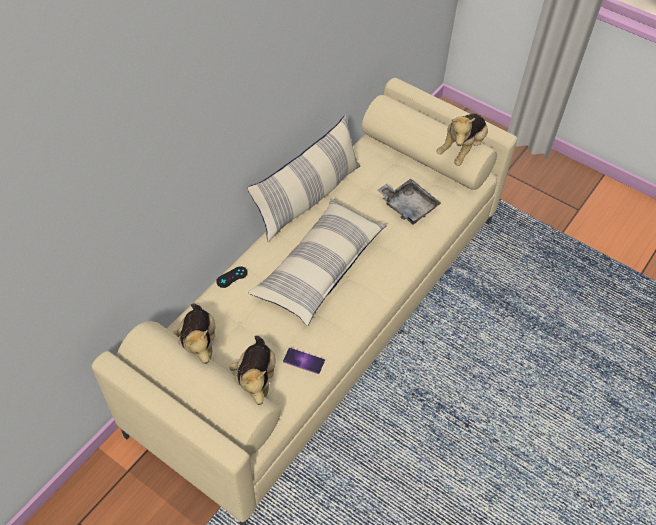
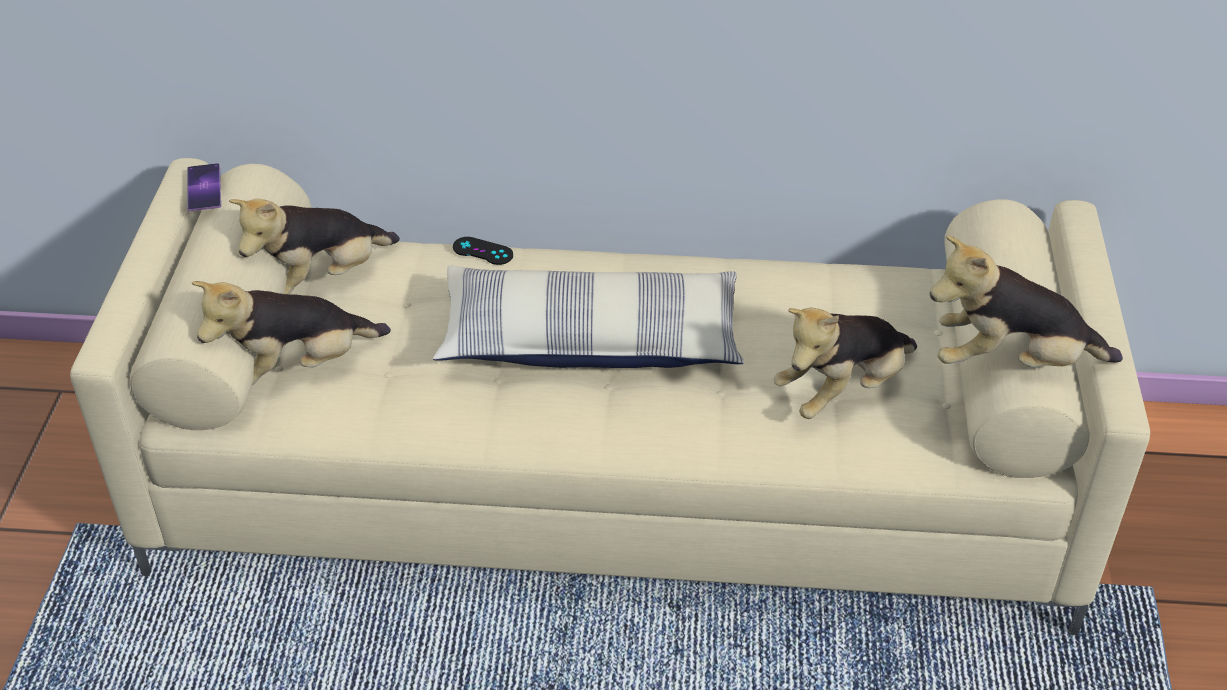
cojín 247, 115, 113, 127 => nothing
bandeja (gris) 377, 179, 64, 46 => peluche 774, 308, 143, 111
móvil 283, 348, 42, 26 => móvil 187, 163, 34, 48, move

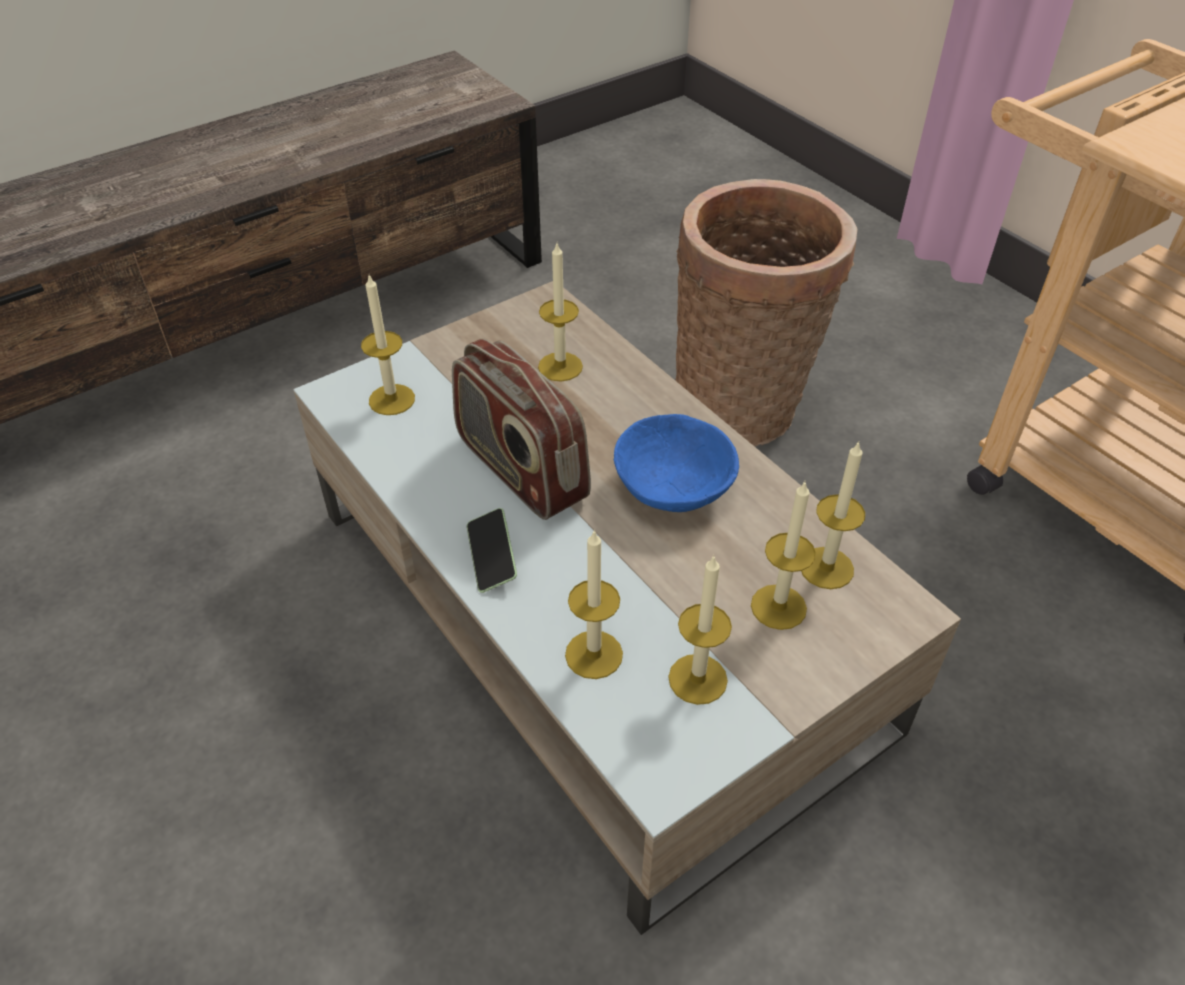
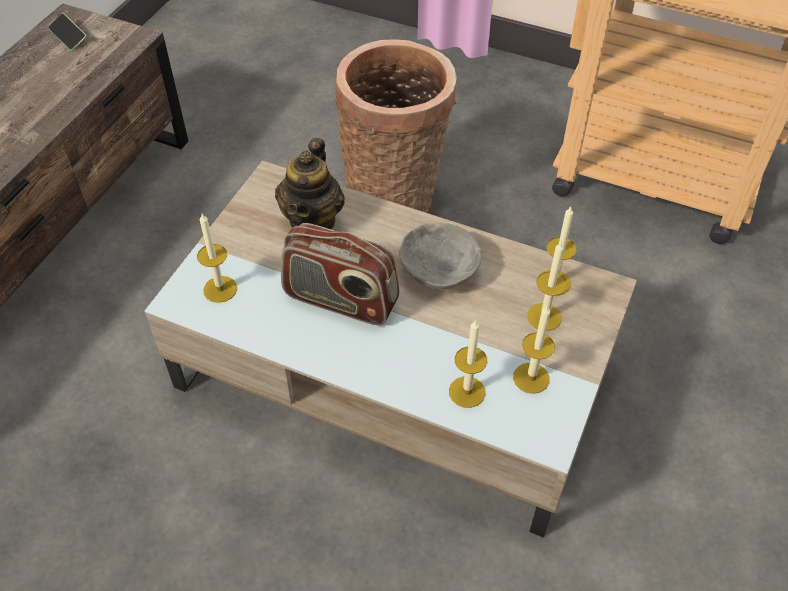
vela 538, 244, 45, 137 => tetera 275, 138, 70, 91
cuenco (azul) 614, 414, 125, 98 => cuenco (gris) 399, 223, 83, 67
móvil 467, 508, 50, 85 => móvil 48, 13, 38, 38, move

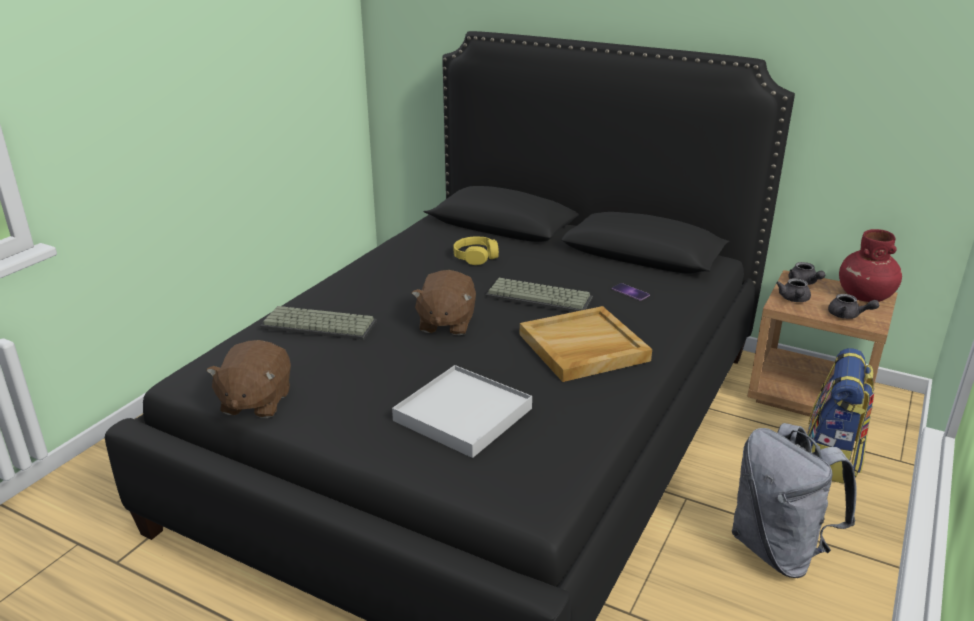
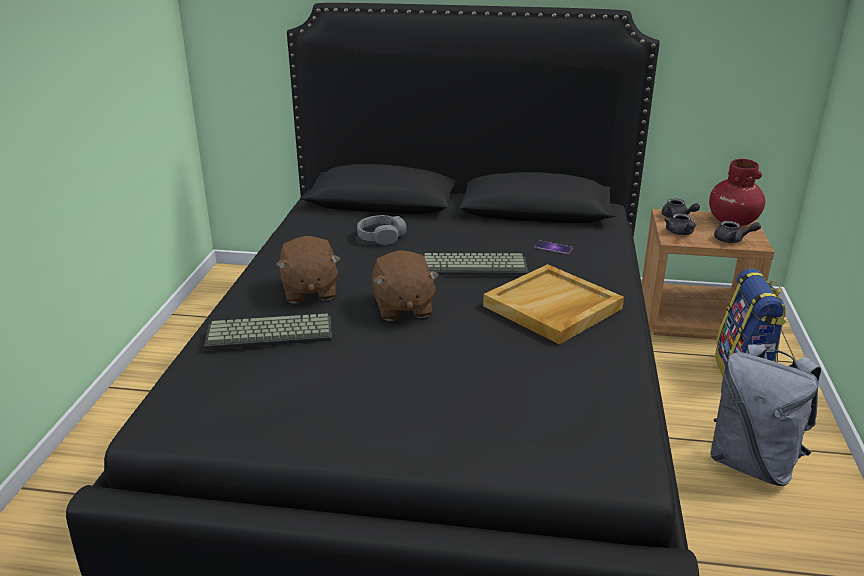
auriculares (amarillo) 453, 236, 46, 29 => auriculares (gris) 357, 215, 50, 30
peluche (marrón) 206, 340, 85, 78 => peluche (marrón) 276, 236, 64, 68, move
bandeja (blanco) 392, 365, 140, 93 => nothing

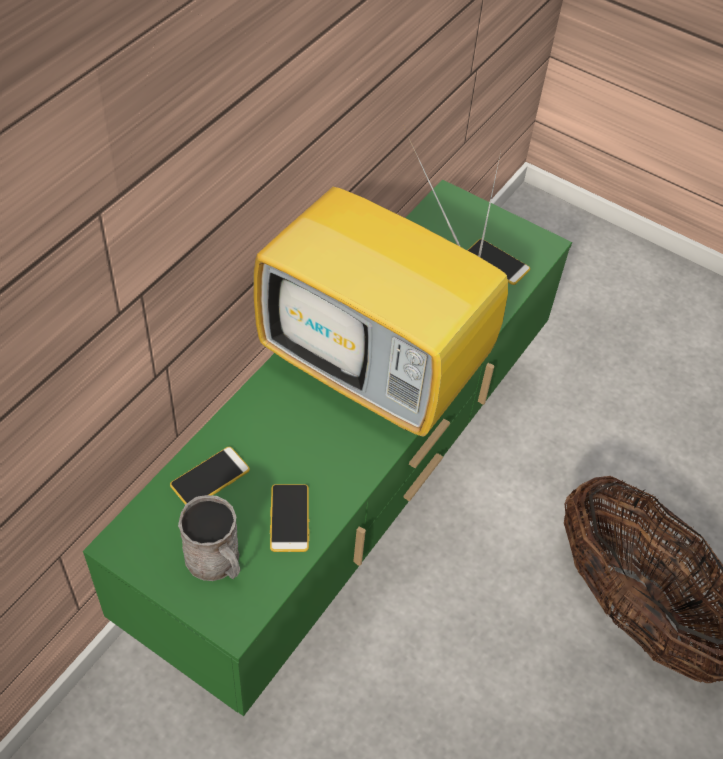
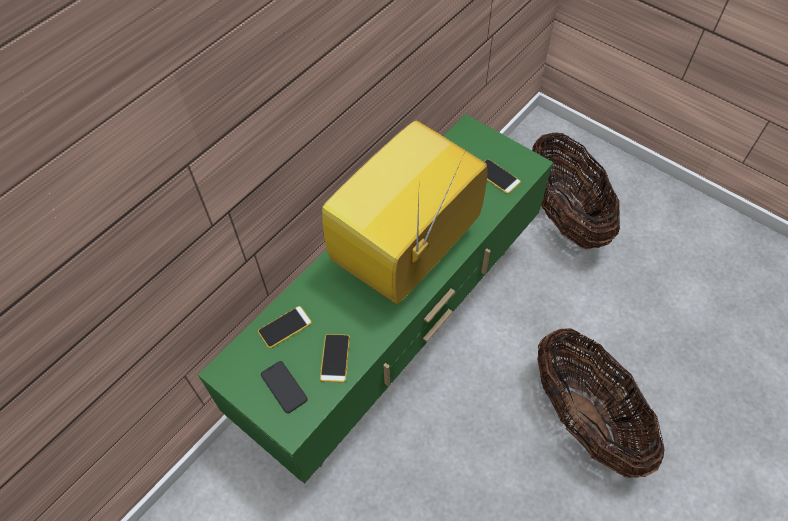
televisor 253, 128, 255, 309 => televisor 322, 120, 165, 184, 90 degrees clockwise
taza grande (gris) 178, 495, 62, 86 => móvil 261, 361, 47, 52
nothing => cesta 532, 133, 88, 117

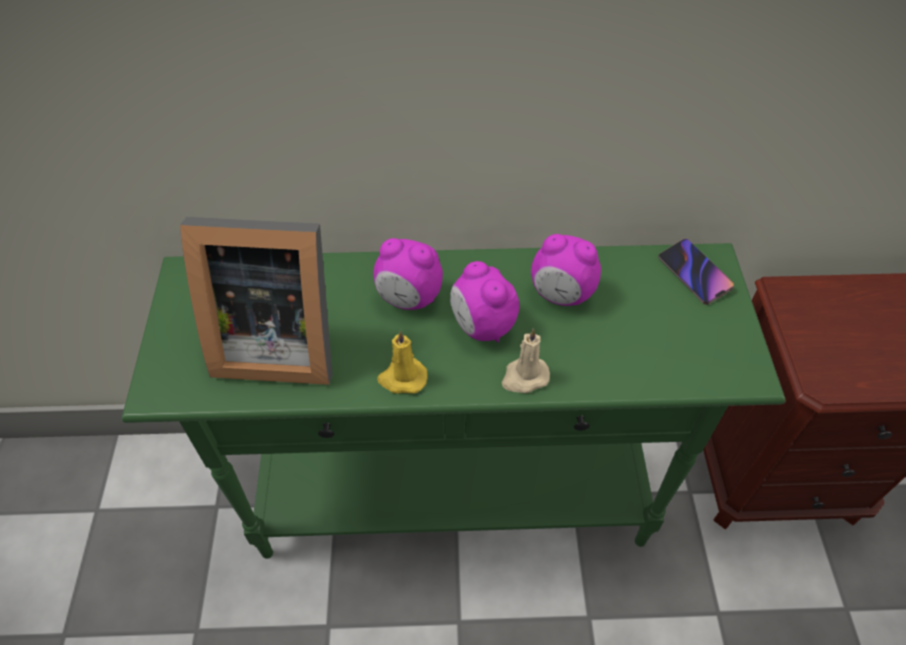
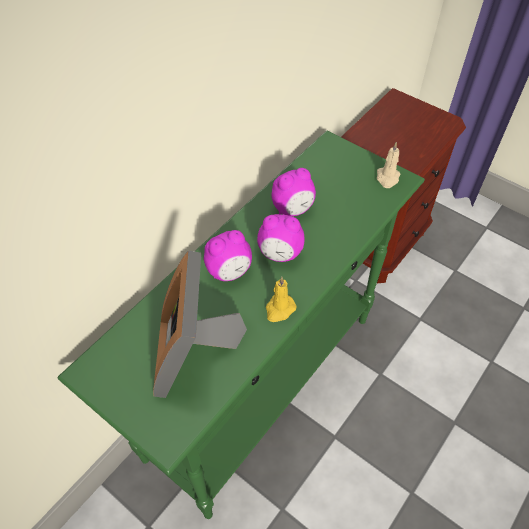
portarretratos 180, 217, 153, 168 => portarretratos 153, 250, 94, 148, 135 degrees clockwise
móvil 658, 239, 76, 66 => nothing
vela (beis) 502, 328, 48, 65 => vela (beis) 377, 142, 23, 46, move

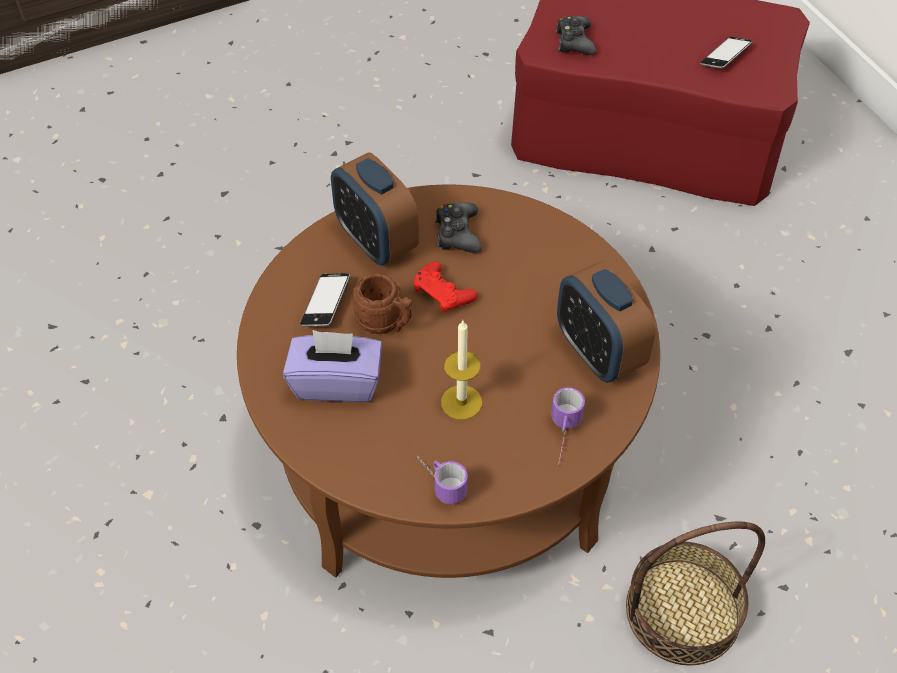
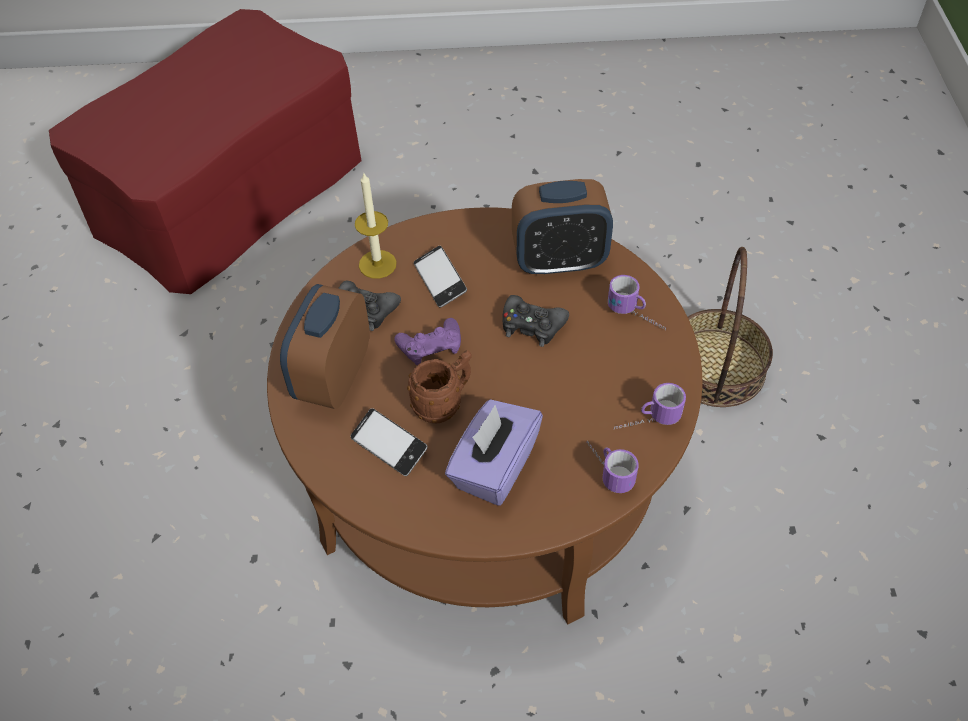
mando de consola (negro) 555, 16, 41, 39 => mando de consola (negro) 502, 295, 67, 52, move
móvil 700, 37, 52, 32 => móvil 414, 246, 53, 62, move
despertador 331, 152, 88, 114 => despertador 280, 284, 90, 125, 120 degrees clockwise
mando de consola (rojo) 413, 262, 64, 51 => mando de consola (morado) 394, 318, 67, 47
vela 441, 320, 41, 100 => vela 355, 173, 42, 106, move
nothing => taza grande 587, 441, 52, 52

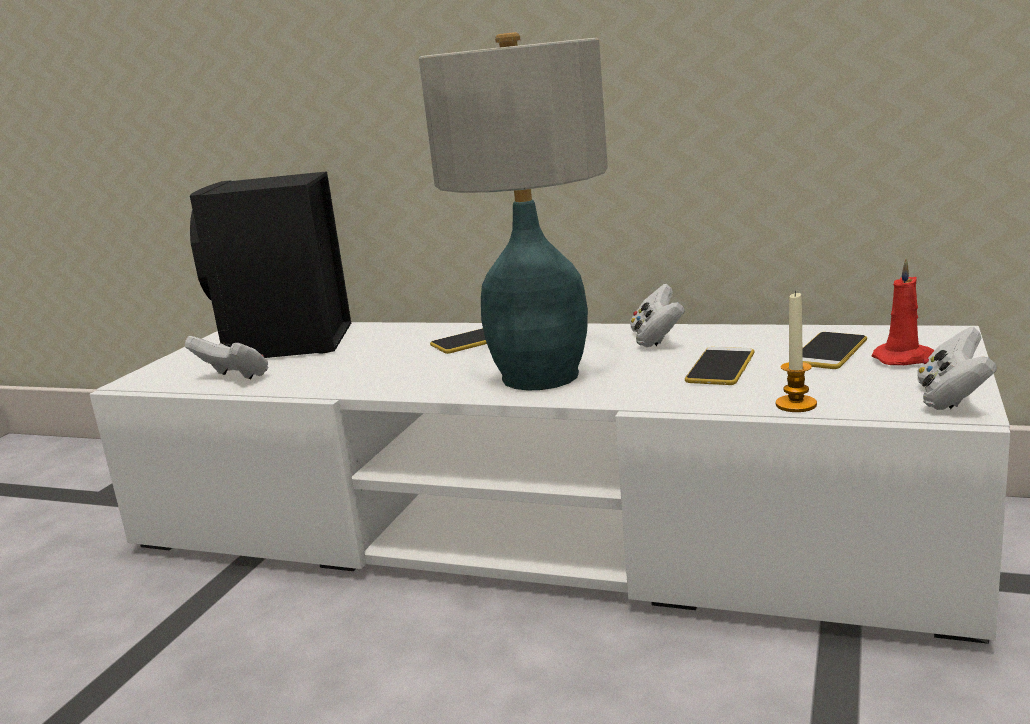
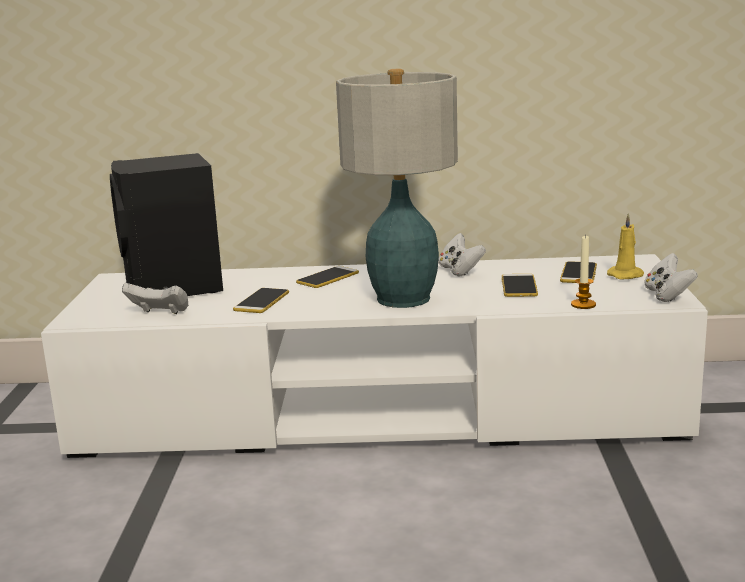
vela (rojo) 872, 258, 62, 107 => vela (amarillo) 607, 213, 37, 67
nothing => móvil 233, 288, 56, 25

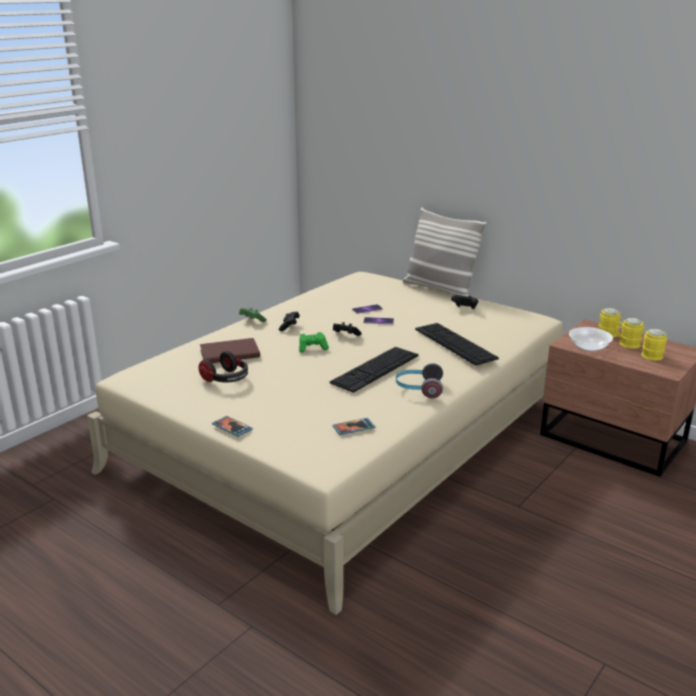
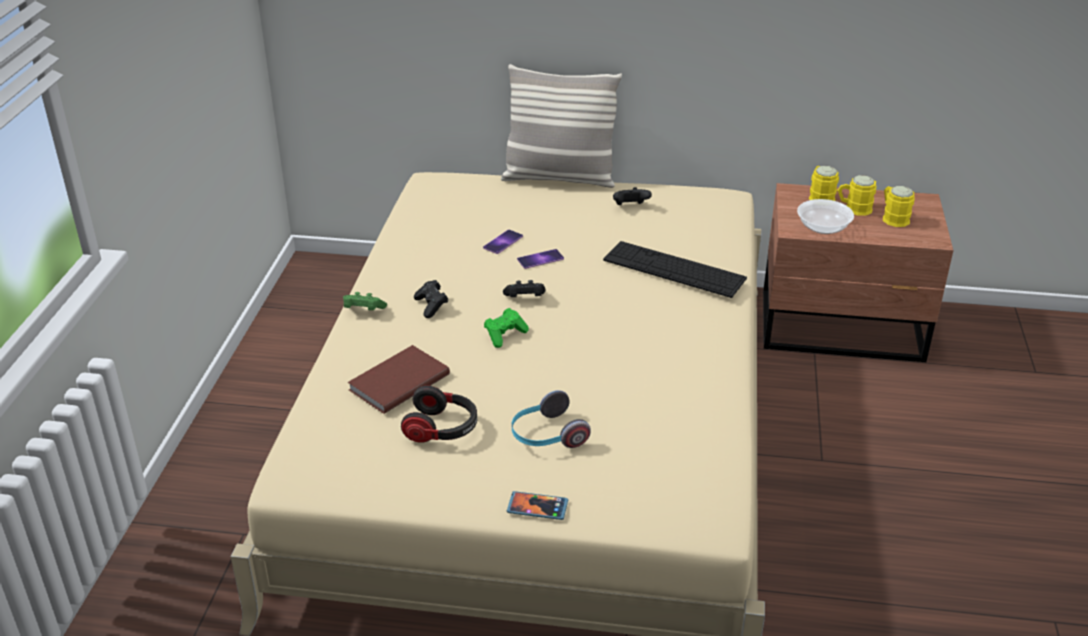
teclado 329, 347, 90, 46 => nothing
auriculares 396, 363, 47, 35 => auriculares 512, 390, 79, 58, move
móvil 332, 418, 43, 17 => nothing

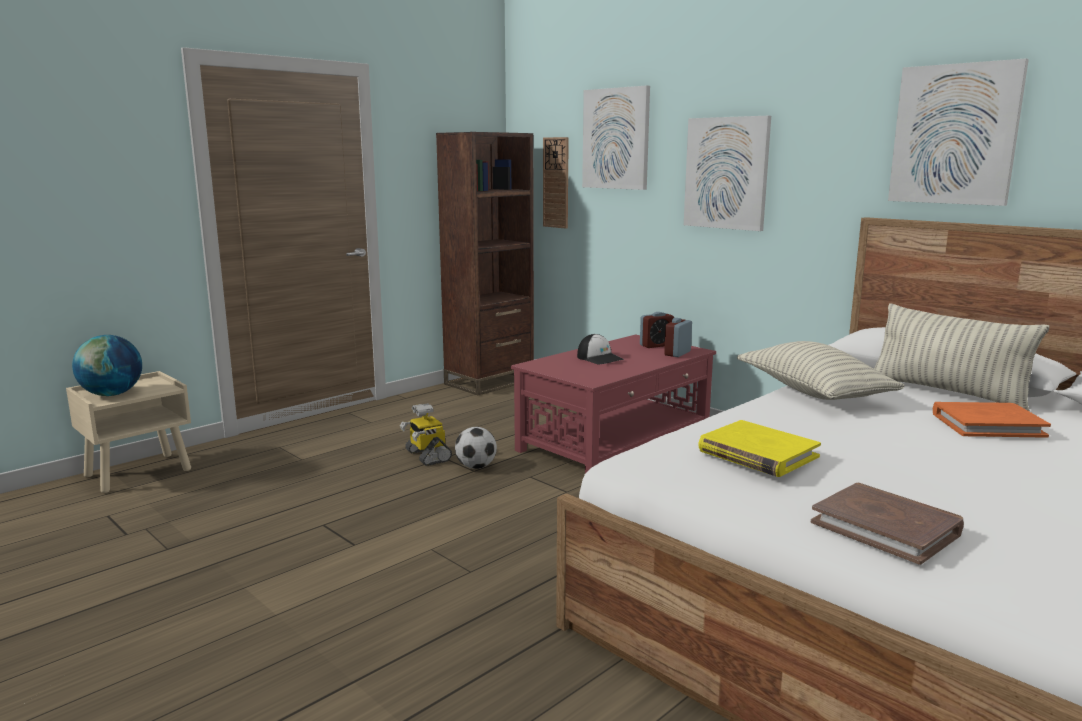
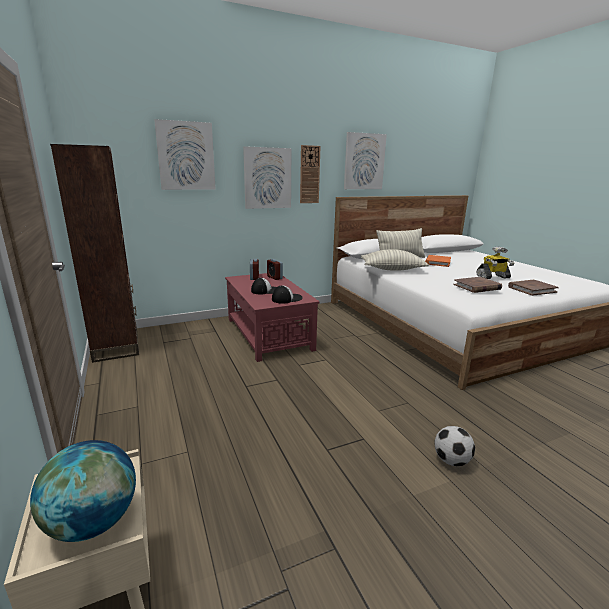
reloj de pared 543, 137, 26, 92 => reloj de pared 300, 145, 21, 58, move
robot de juguete 400, 403, 52, 63 => robot de juguete 476, 247, 38, 32, move
libro (amarillo) 698, 420, 123, 57 => libro (marrón) 453, 277, 49, 16
balón de fútbol 455, 427, 42, 42 => balón de fútbol 434, 426, 41, 40, move
nothing => gorra 272, 285, 31, 19

